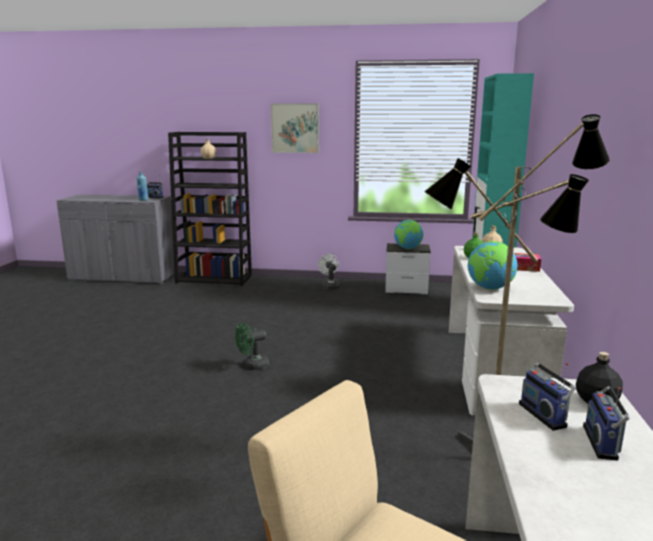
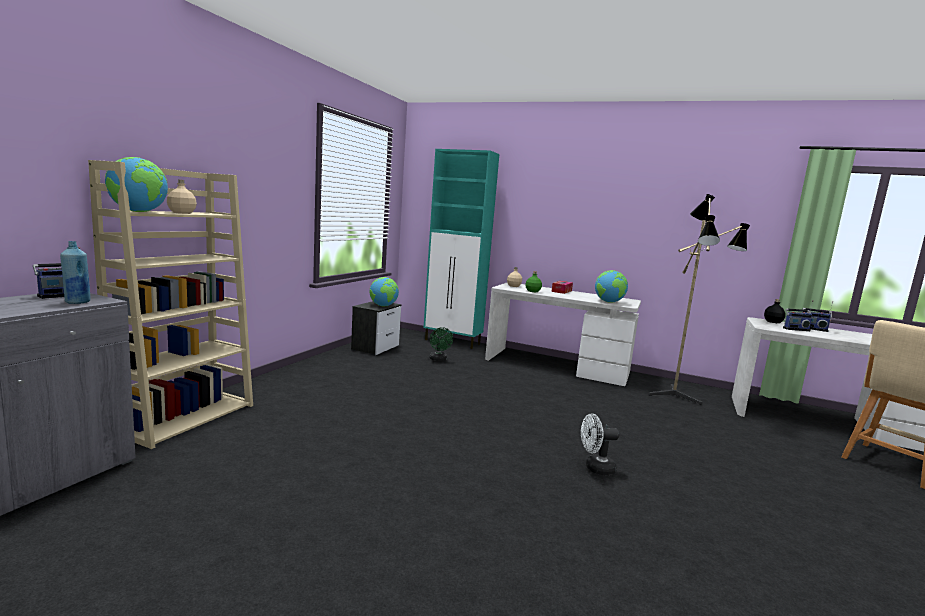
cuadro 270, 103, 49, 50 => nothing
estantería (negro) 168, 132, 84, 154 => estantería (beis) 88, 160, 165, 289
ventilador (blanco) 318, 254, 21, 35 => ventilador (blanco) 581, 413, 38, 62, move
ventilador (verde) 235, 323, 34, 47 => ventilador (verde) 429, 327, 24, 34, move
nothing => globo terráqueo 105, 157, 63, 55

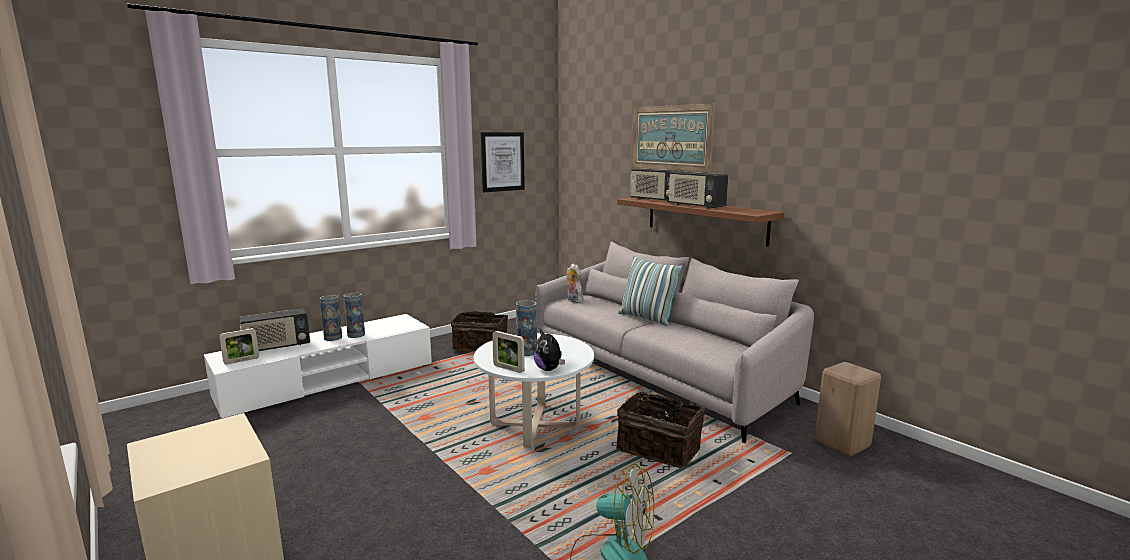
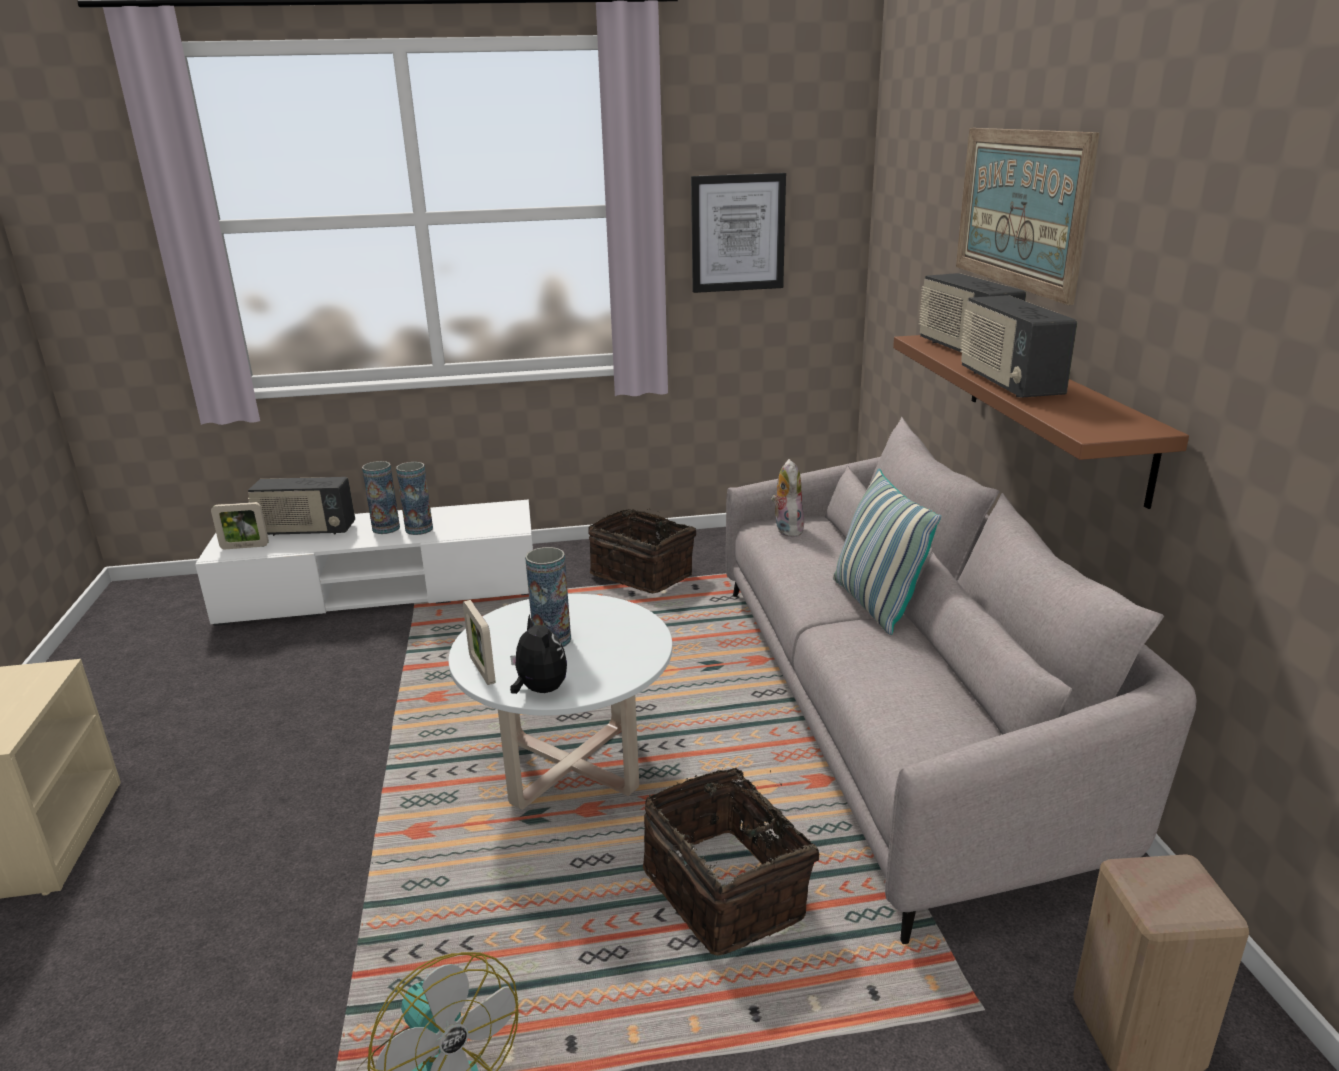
peluche 533, 329, 32, 42 => peluche 510, 614, 57, 80, 150 degrees clockwise

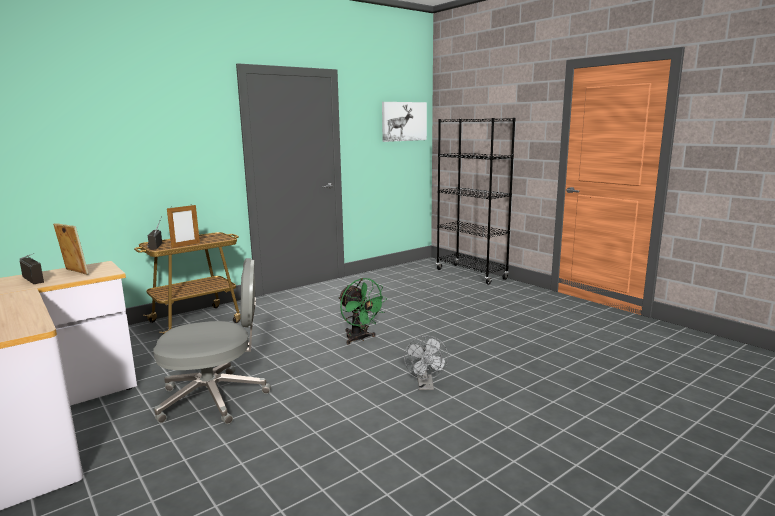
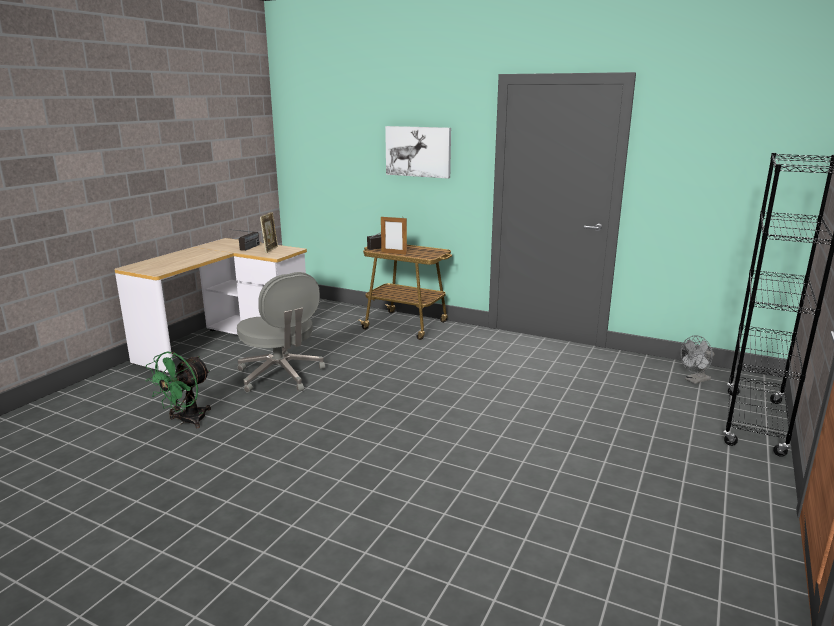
cuadro 382, 102, 45, 40 => cuadro 385, 126, 66, 53, move
ventilador (verde) 338, 278, 49, 67 => ventilador (verde) 145, 351, 66, 77, move
ventilador (gris) 404, 336, 44, 54 => ventilador (gris) 680, 335, 35, 49, move

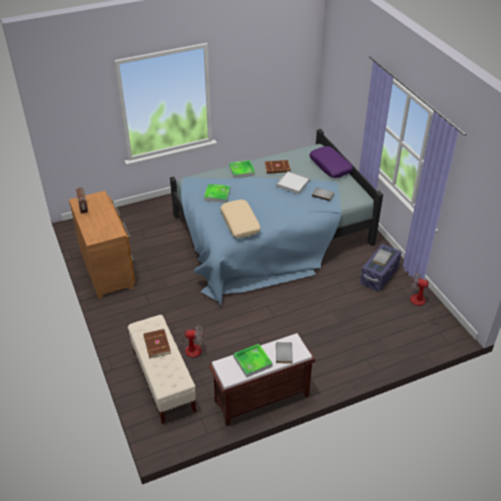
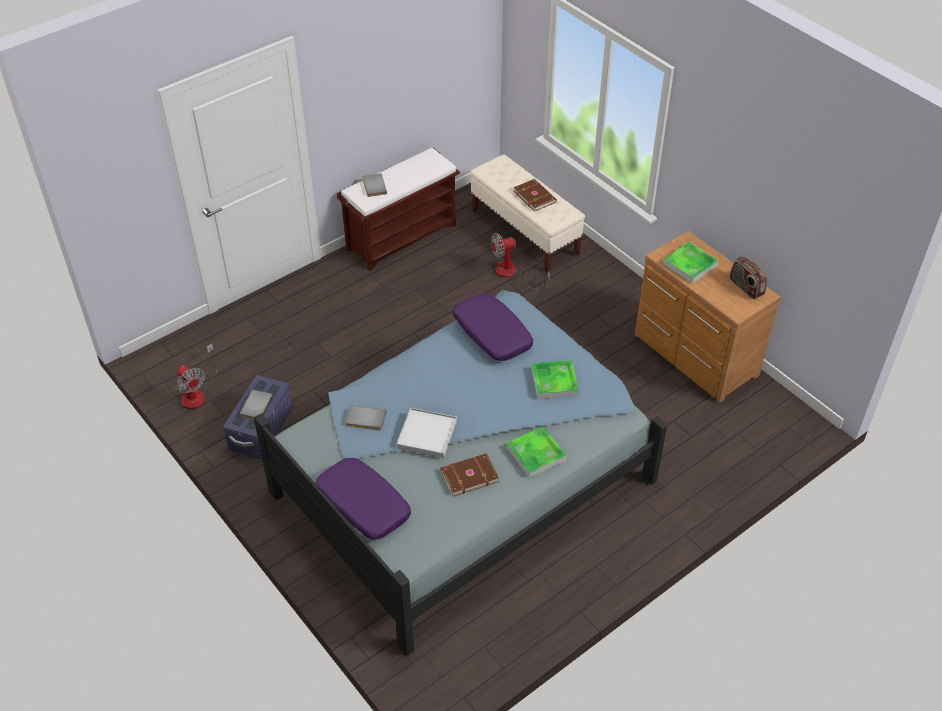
cojín (beis) 220, 200, 41, 38 => cojín (morado) 453, 294, 80, 67
ventilador 410, 273, 27, 50 => ventilador 177, 344, 40, 65, 45 degrees clockwise
bandeja 233, 344, 40, 33 => bandeja 663, 242, 56, 42, move

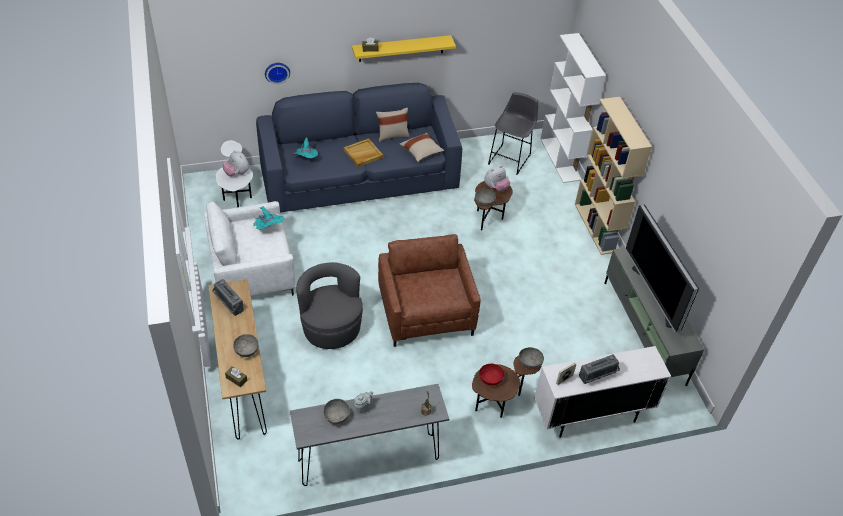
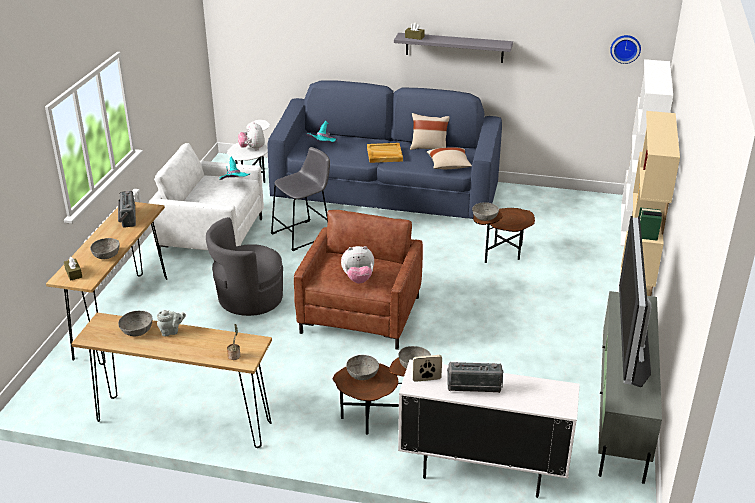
estante (amarillo) 352, 35, 104, 27 => estante (gris) 394, 33, 119, 30
reloj de pared 265, 63, 25, 21 => reloj de pared 610, 35, 31, 29, move
taburete (gris) 488, 92, 50, 83 => taburete (gris) 271, 147, 59, 104, move
peluche 484, 166, 26, 26 => peluche 341, 246, 33, 38, move
sillón (gris) 296, 262, 67, 87 => sillón (gris) 206, 217, 77, 99, 120 degrees counterclockwise
cuenco (rojo) 479, 364, 25, 21 => cuenco (gris) 346, 355, 33, 25
mesa consola (gris) 290, 384, 159, 102 => mesa consola (marrón) 71, 312, 201, 136

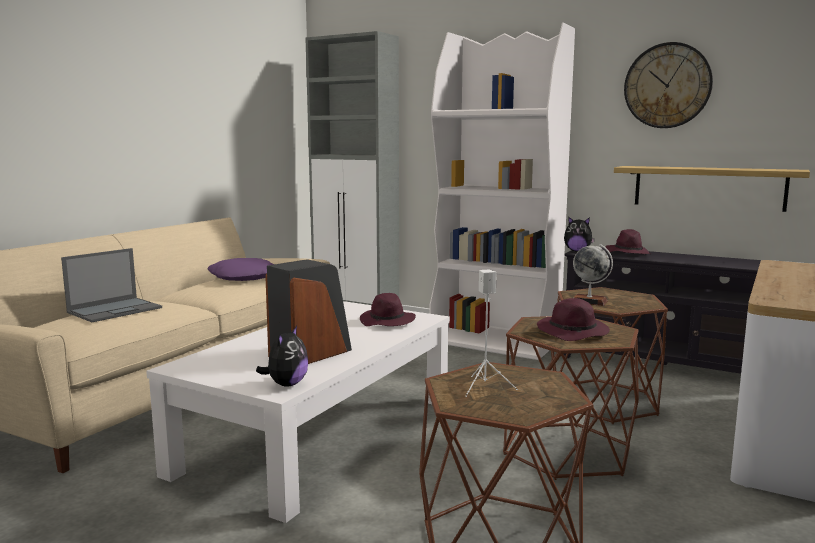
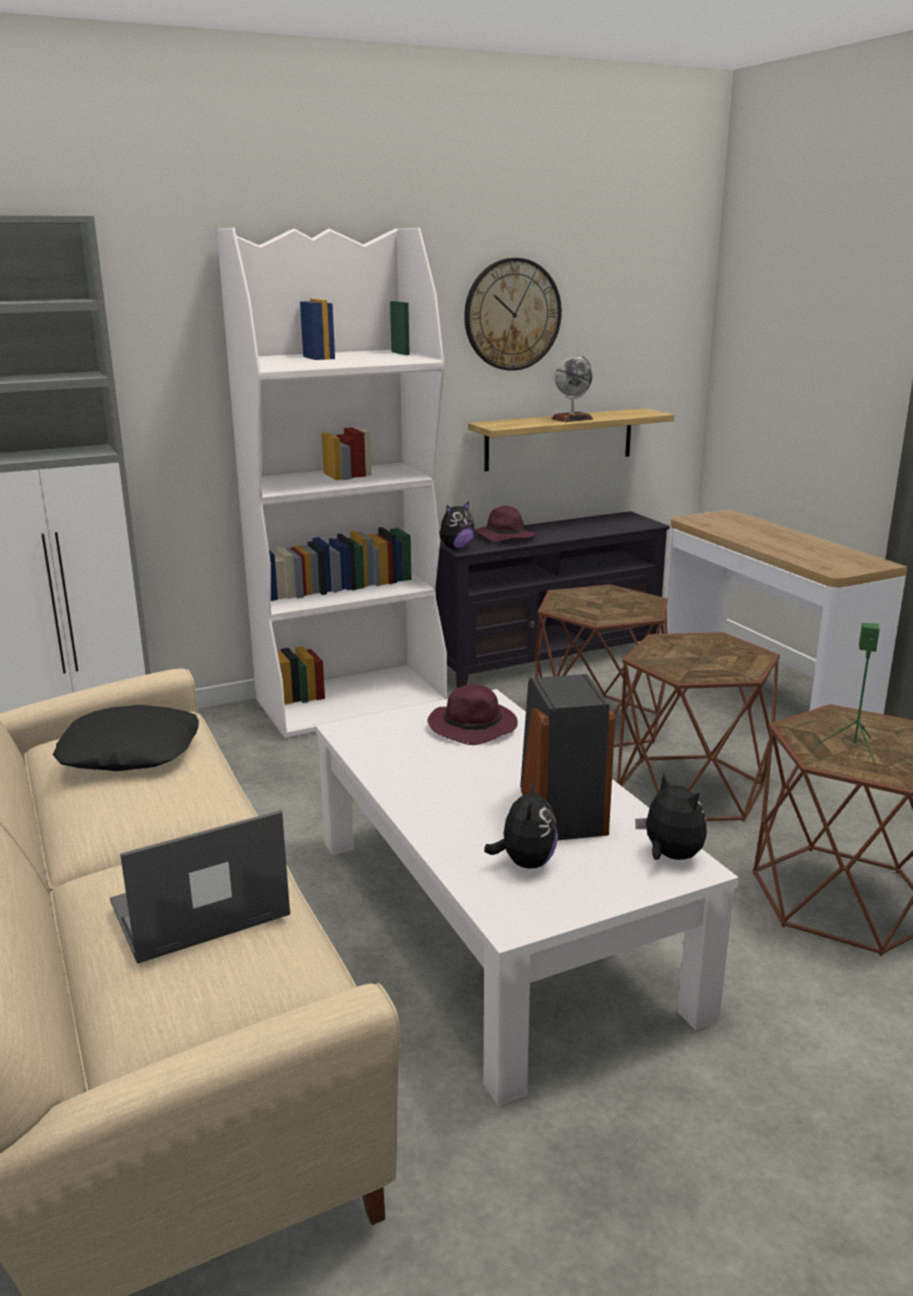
globo terráqueo 573, 244, 40, 62 => globo terráqueo 551, 354, 42, 68, move
portátil 61, 248, 101, 74 => portátil 110, 810, 180, 154, 105 degrees counterclockwise
cojín (morado) 207, 258, 67, 23 => cojín (negro) 53, 705, 146, 66
altavoz (blanco) 465, 269, 53, 128 => altavoz (verde) 816, 623, 64, 143
sombrero (morado) 537, 298, 73, 43 => nothing
nothing => peluche 484, 780, 74, 89

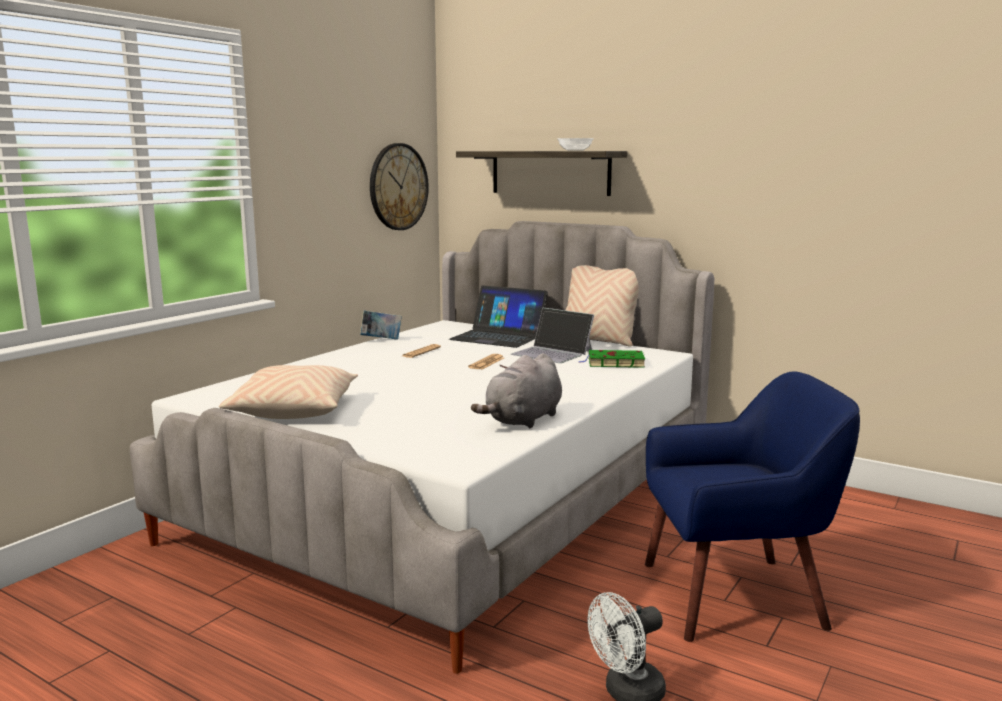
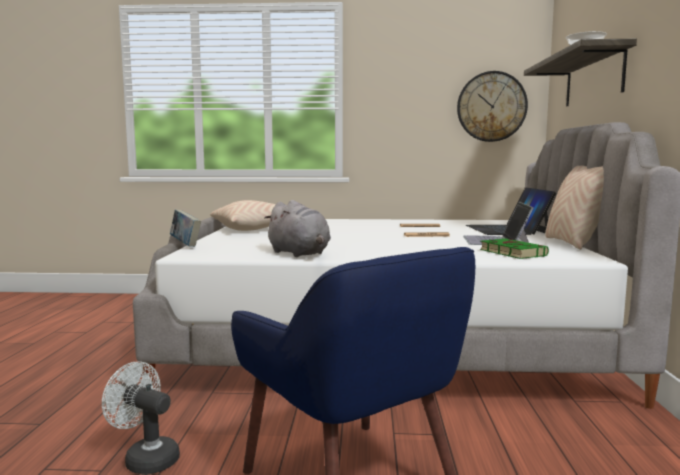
libro 360, 310, 42, 30 => libro 170, 209, 31, 38, move
peluche (gris) 471, 353, 91, 75 => peluche (gris) 264, 200, 67, 57, 135 degrees counterclockwise

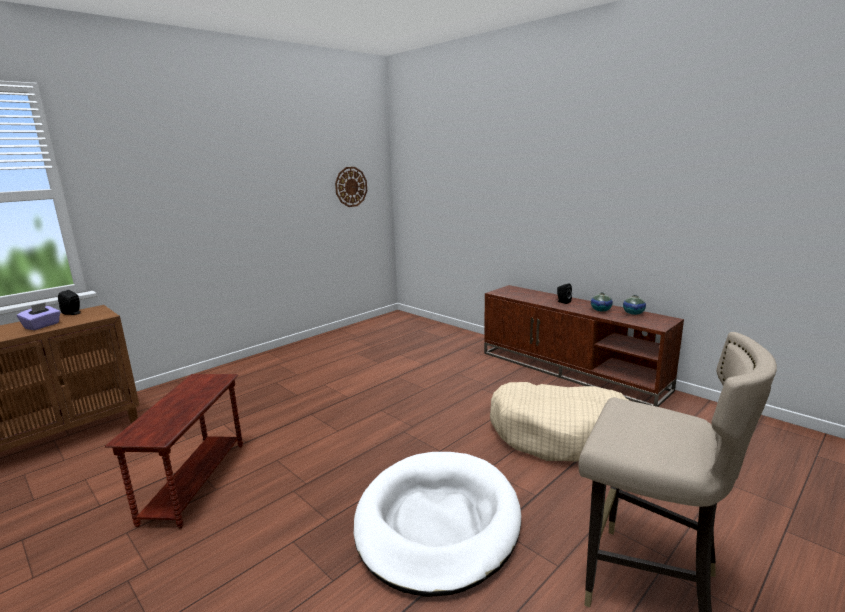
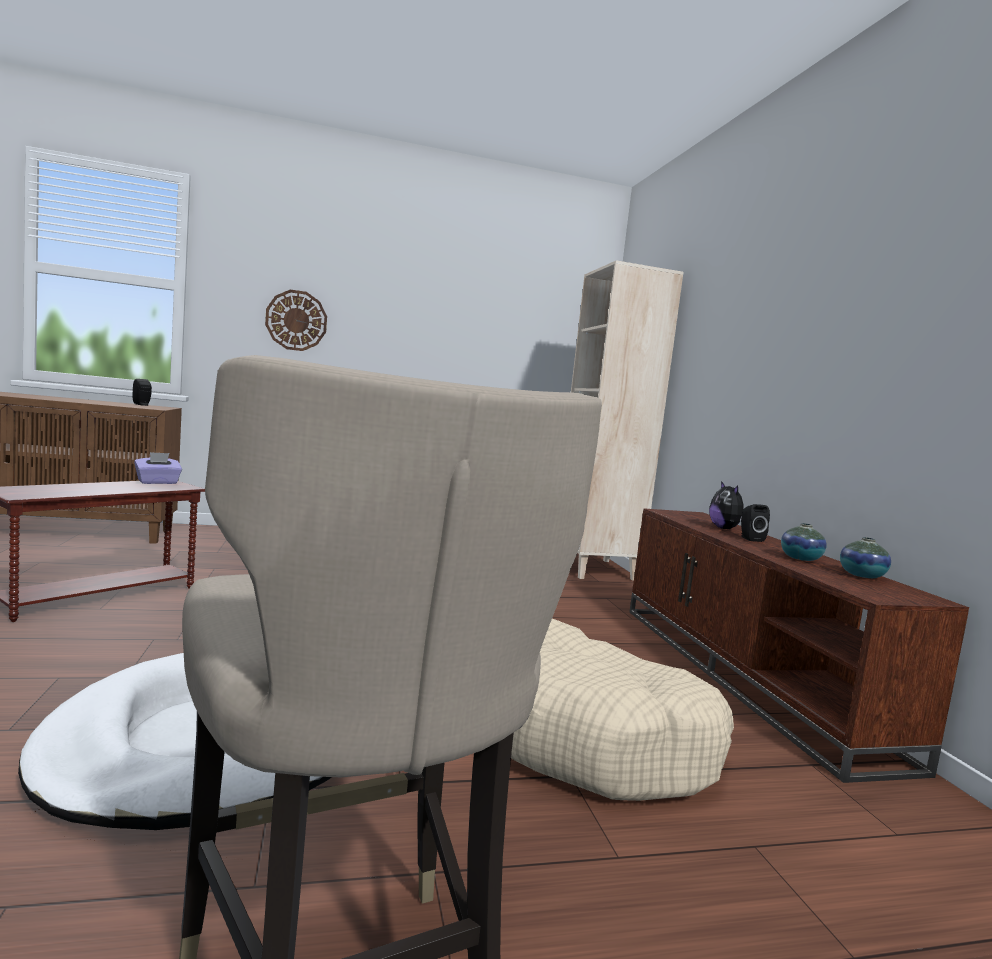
reloj de pared 335, 167, 32, 40 => reloj de pared 265, 290, 62, 61, move
caja de pañuelos (morado) 17, 302, 43, 28 => caja de pañuelos (morado) 134, 452, 48, 32, move
nothing => estantería (beis) 571, 260, 113, 321
nothing => peluche 709, 481, 35, 48

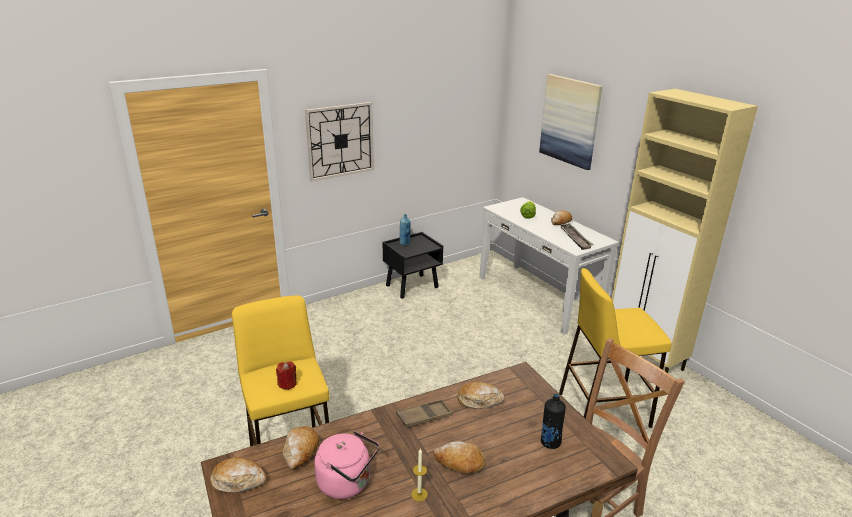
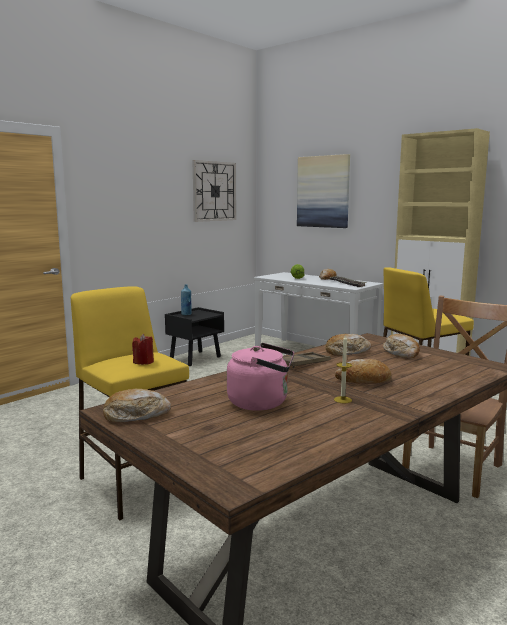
reloj de pared 305, 102, 69, 80 => reloj de pared 192, 160, 44, 62, move
botella (negro) 541, 394, 25, 55 => nothing
pan 283, 426, 36, 43 => pan 383, 334, 37, 24, move

